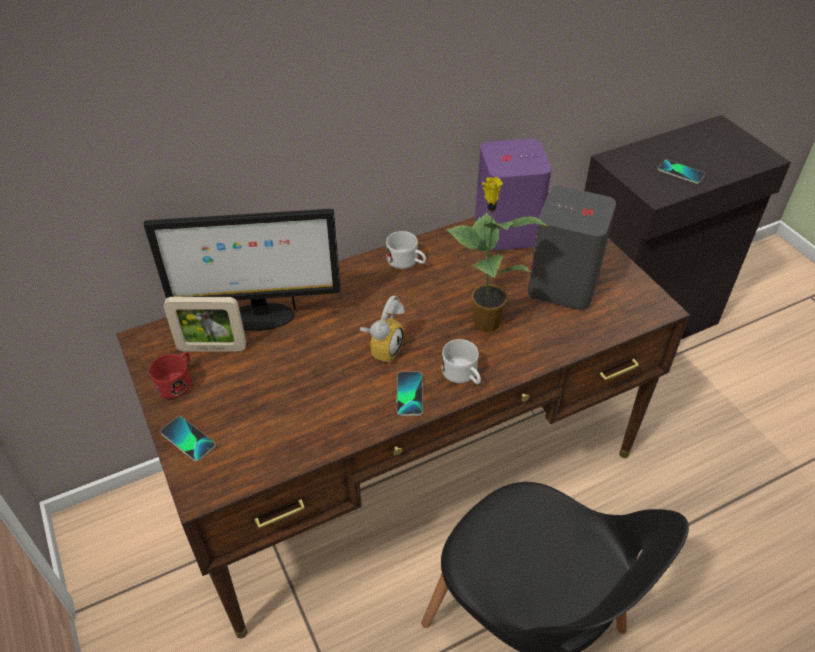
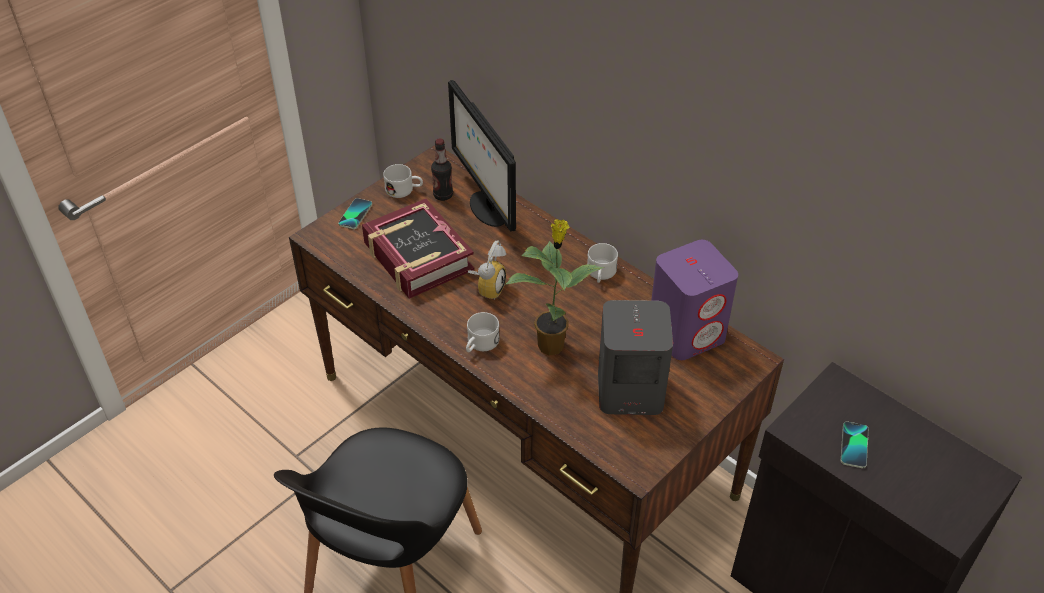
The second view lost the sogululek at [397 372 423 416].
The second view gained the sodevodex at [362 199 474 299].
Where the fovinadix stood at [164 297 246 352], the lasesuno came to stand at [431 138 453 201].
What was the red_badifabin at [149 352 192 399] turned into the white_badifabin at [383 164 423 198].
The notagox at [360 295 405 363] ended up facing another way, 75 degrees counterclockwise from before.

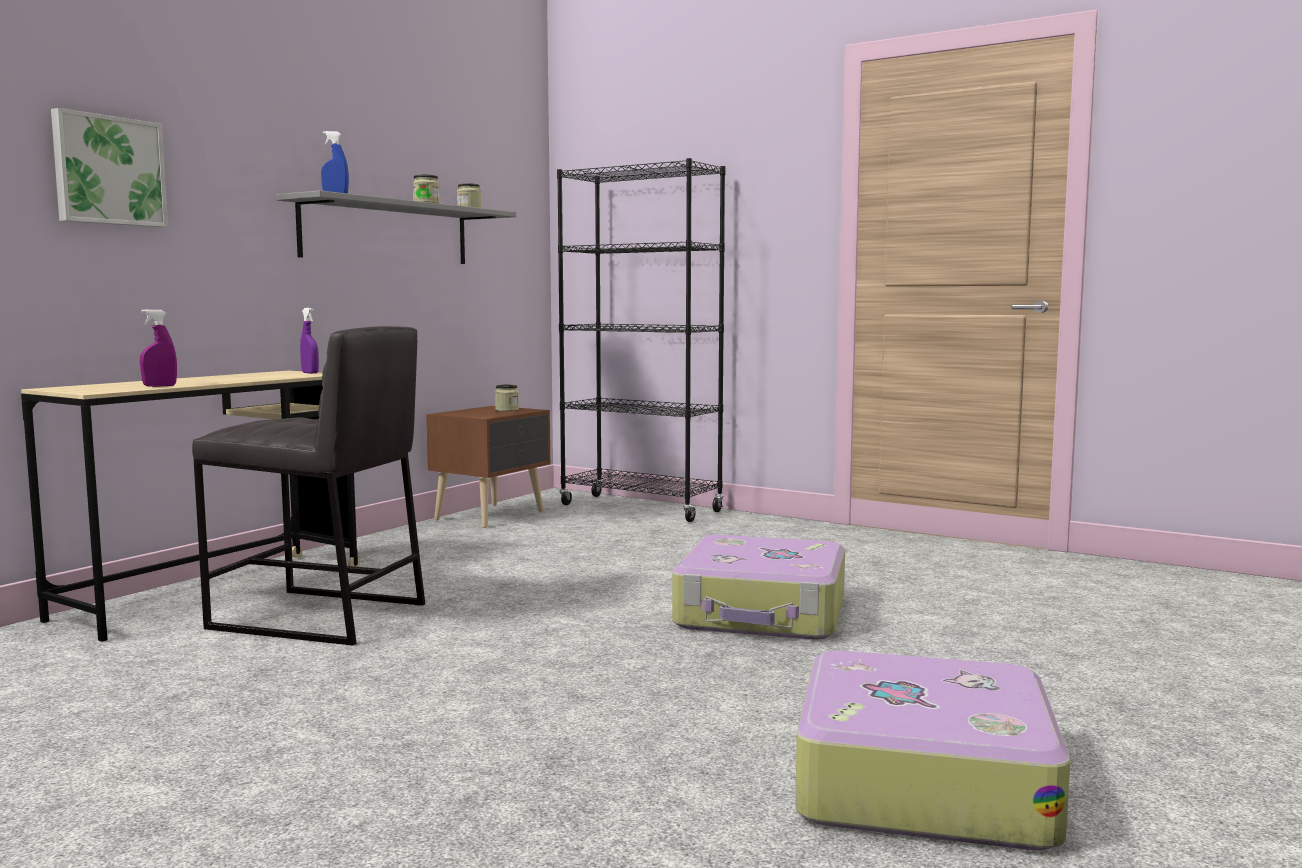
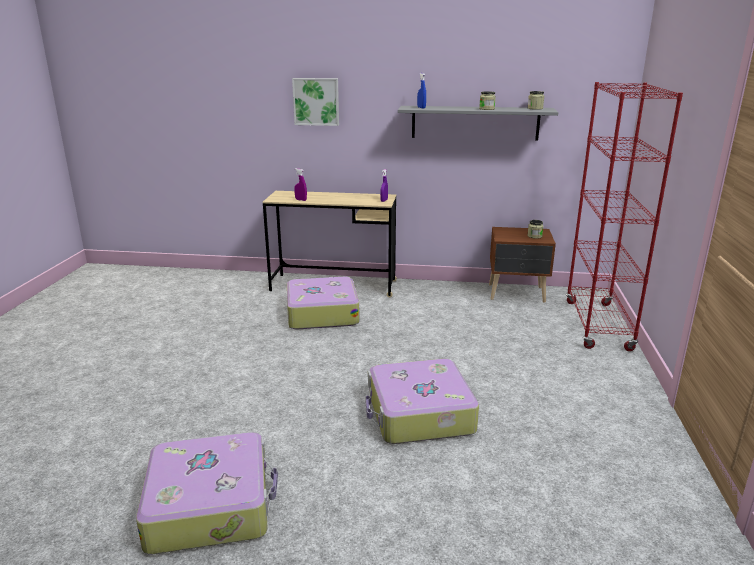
Where the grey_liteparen stood at [192 326 425 646], the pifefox came to stand at [287 277 360 329].
What was the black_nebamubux at [557 158 726 522] turned into the red_nebamubux at [566 82 683 351].

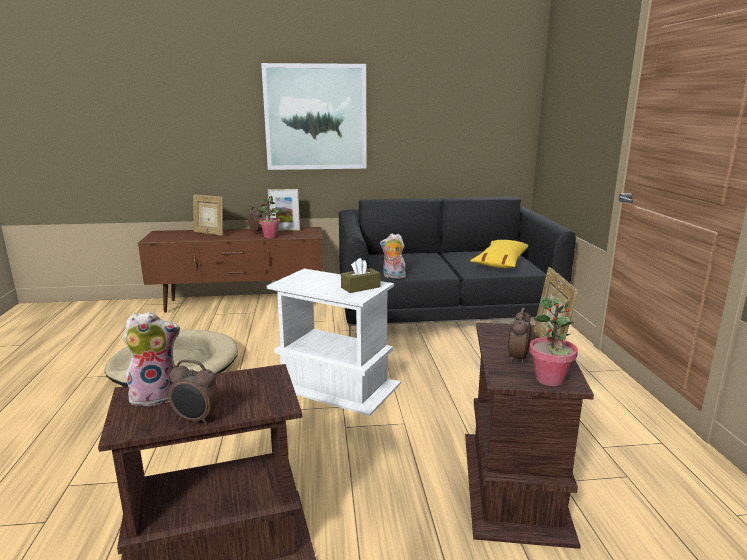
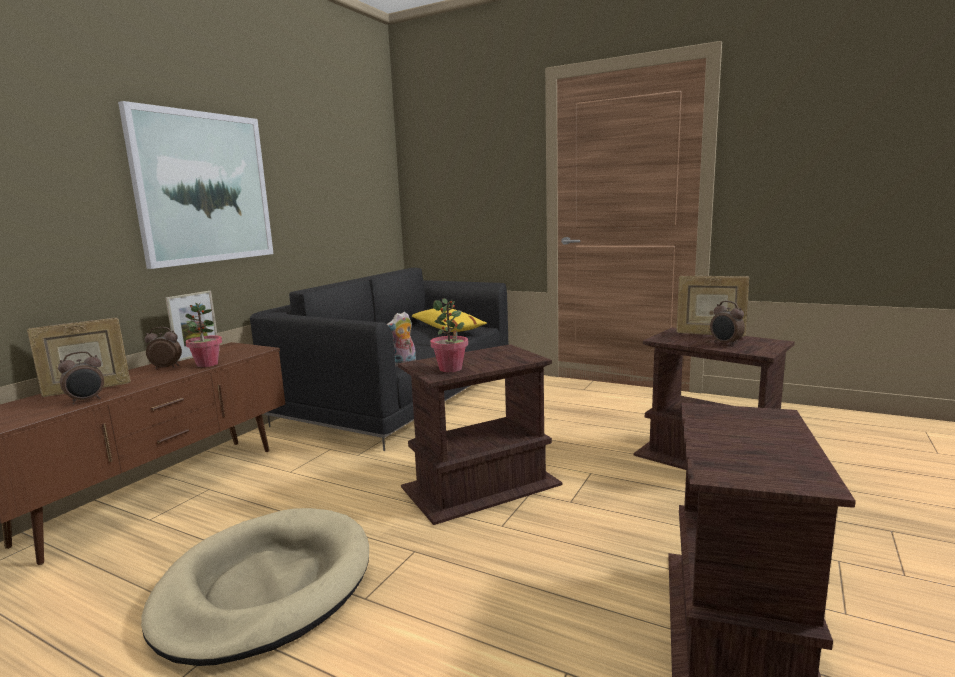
The second view lost the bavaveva at [123 311 180 406].
The second view lost the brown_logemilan at [341 258 380 293].
The notagox ended up elsewhere, having gone from [168 359 220 425] to [58 351 104 404].
The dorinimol ended up elsewhere, having gone from [529 297 578 386] to [430 298 468 372].
What was the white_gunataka at [267 269 401 416] turned into the brown_gunataka at [398 344 563 525].

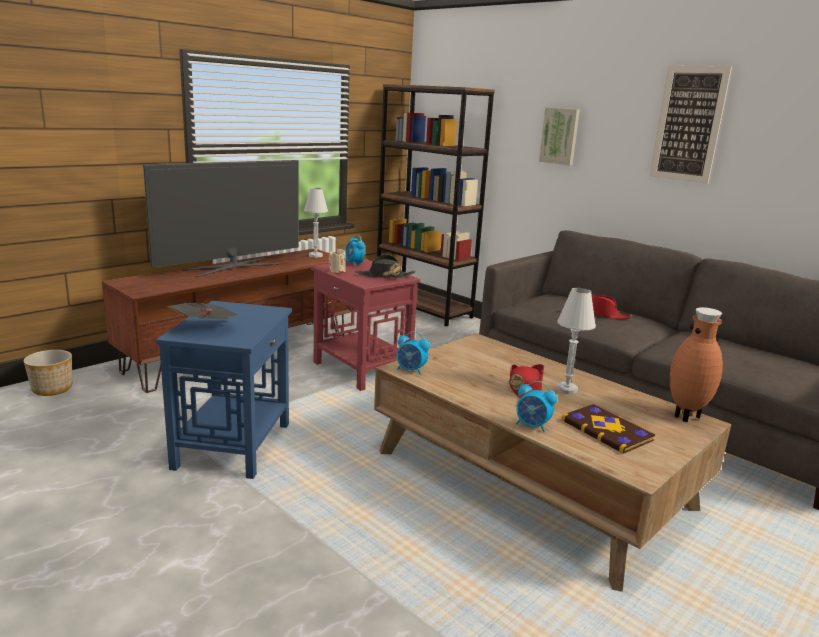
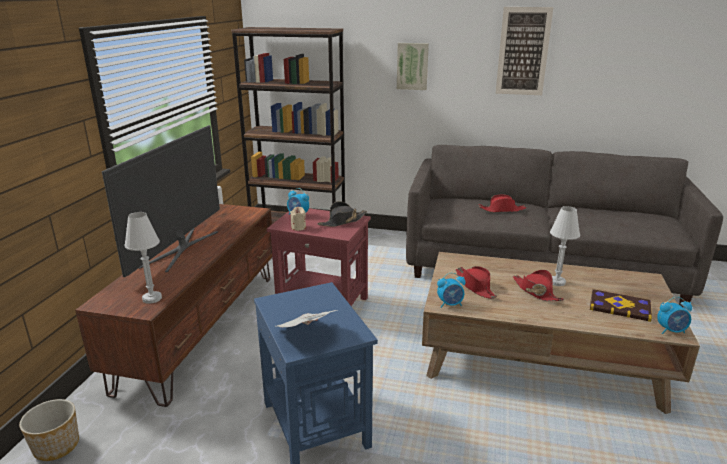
The second view lost the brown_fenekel at [670 307 723 422].
The second view gained the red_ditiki at [456 266 497 299].
The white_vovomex ended up elsewhere, having gone from [304 188 328 258] to [124 212 162 304].
The notagox ended up elsewhere, having gone from [516 381 557 432] to [657 297 692 334].

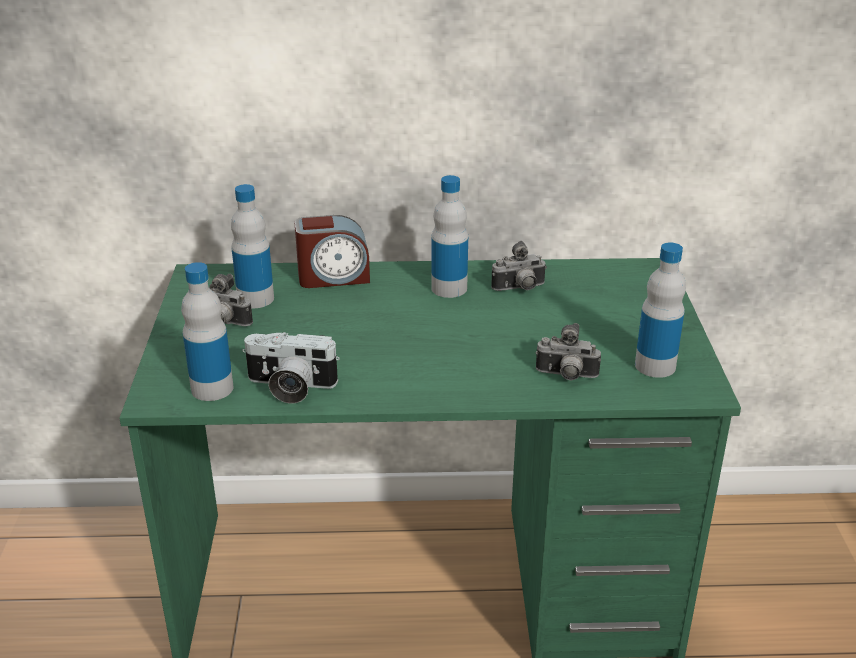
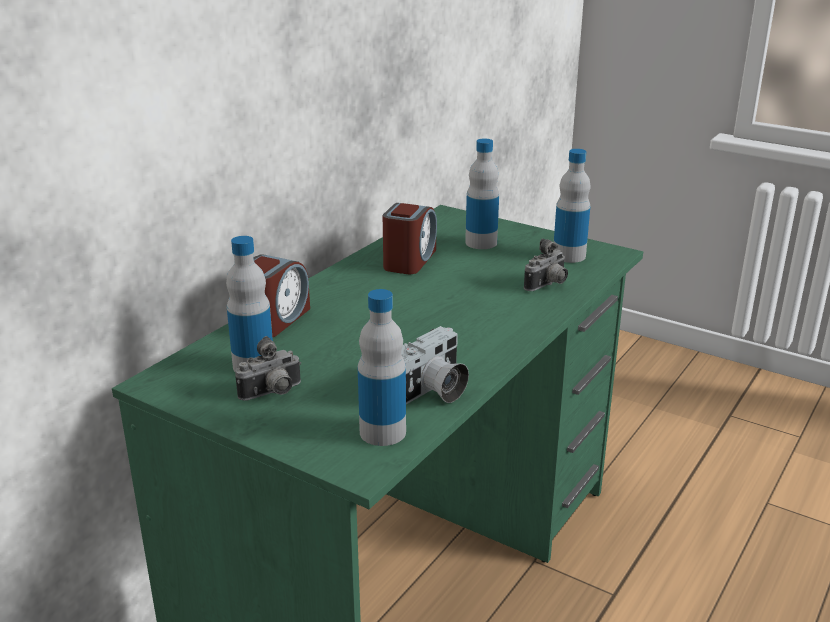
The lasesuno ended up elsewhere, having gone from [431 175 468 298] to [465 139 499 249].
Where the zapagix stood at [491 241 547 291], the notagox came to stand at [383 203 437 274].

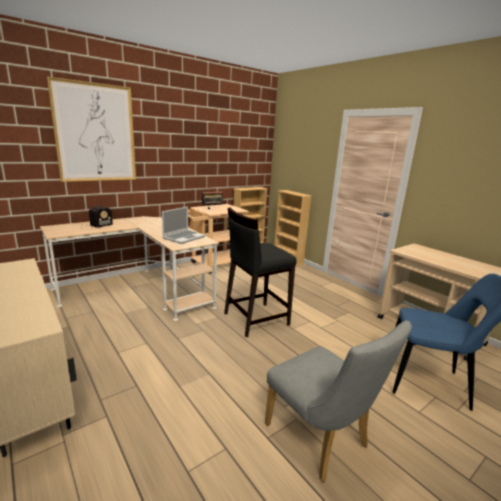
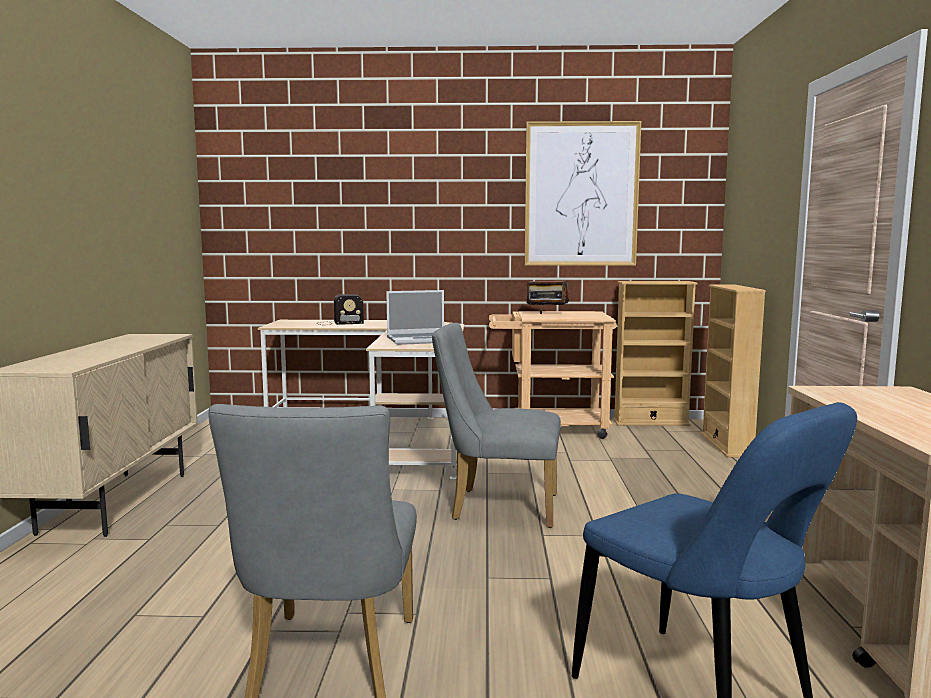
The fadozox ended up elsewhere, having gone from [47 77 136 182] to [525 121 641 266].
Where the black_liteparen stood at [224 207 297 337], the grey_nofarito came to stand at [432 323 561 528].

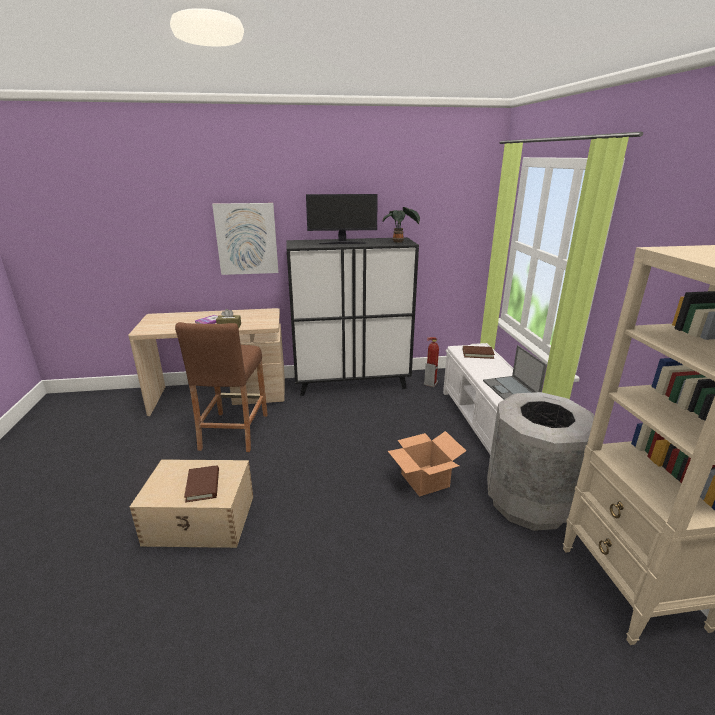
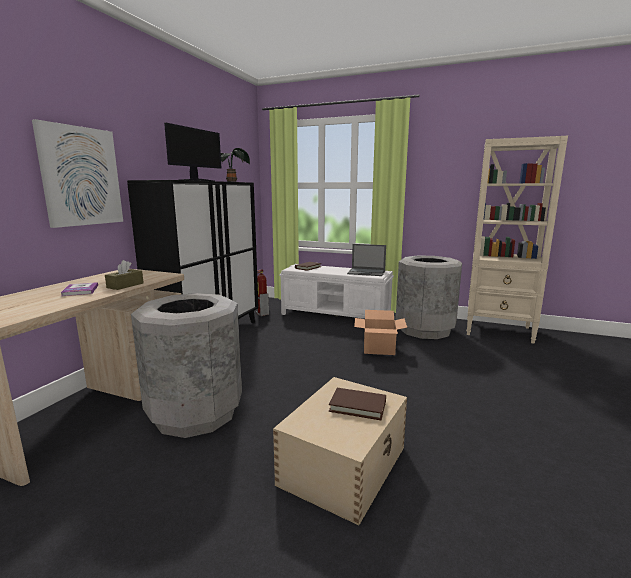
Where the brown_liteparen stood at [175 322 268 452], the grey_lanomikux came to stand at [131 293 242 438].

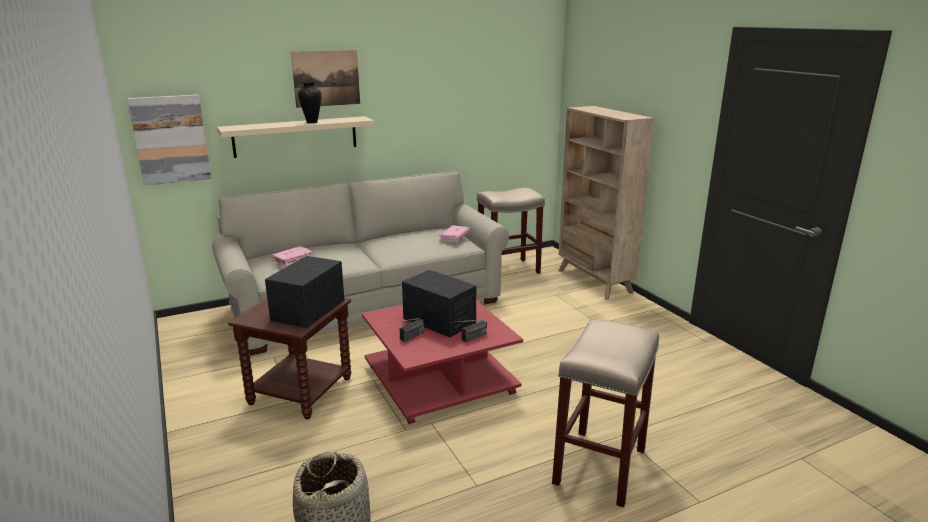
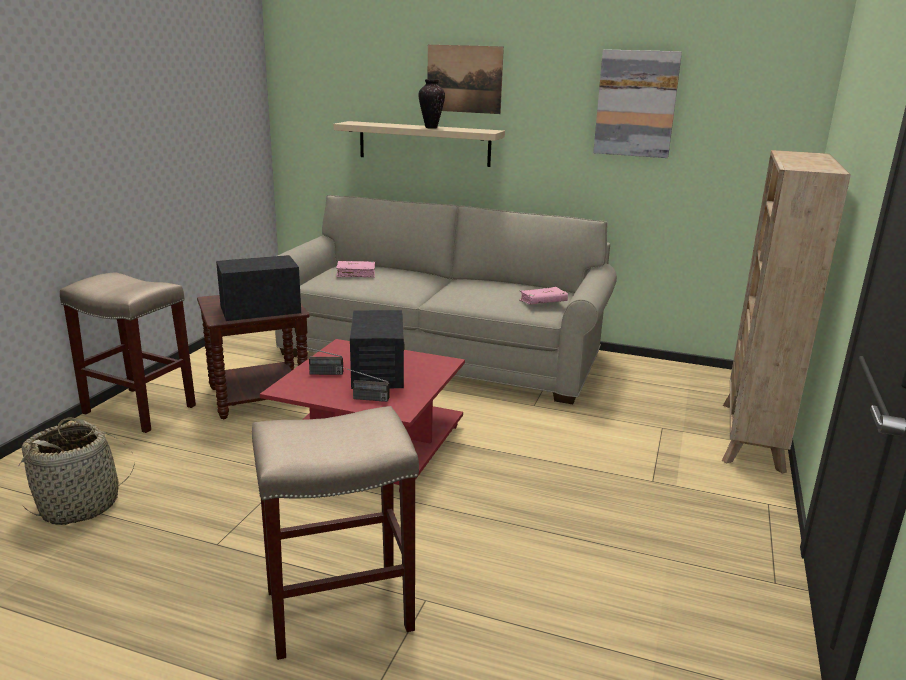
The fadozox ended up elsewhere, having gone from [127 95 211 186] to [593 49 682 158].
The beige_liteparen ended up elsewhere, having gone from [477 187 545 274] to [60 272 196 433].

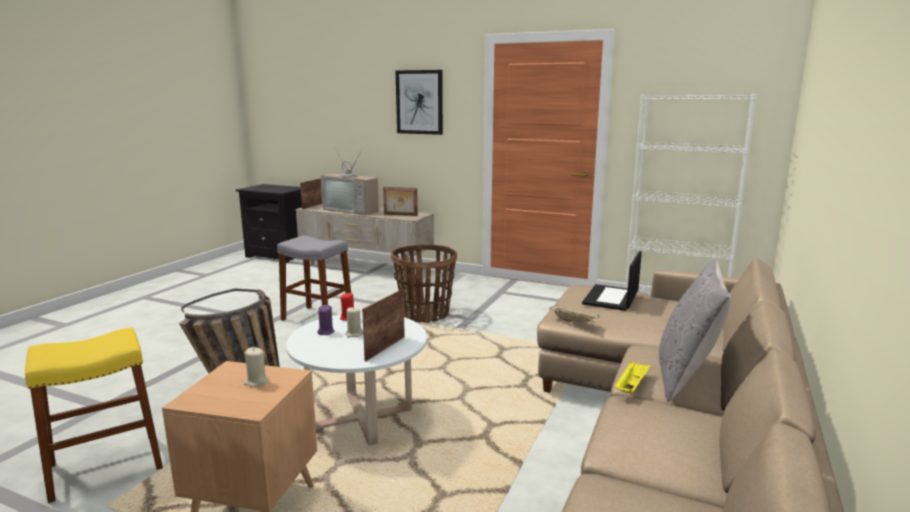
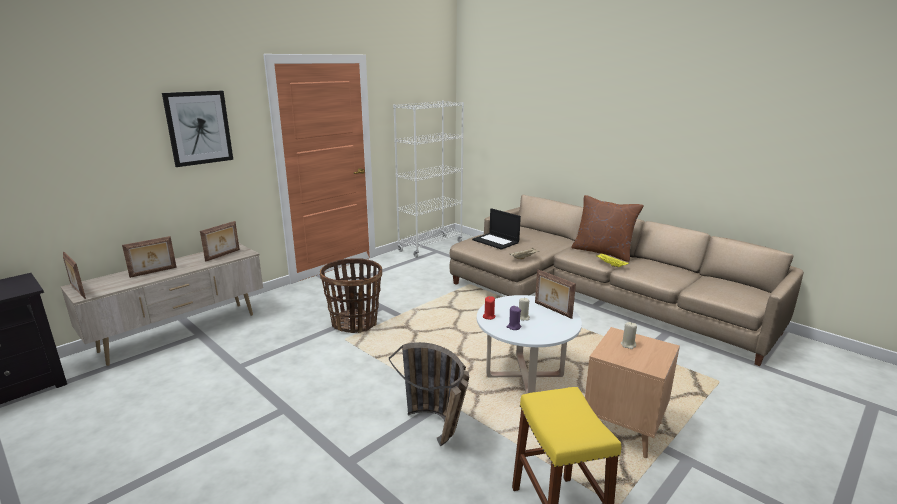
The second view lost the grey_liteparen at [277 236 351 321].
Where the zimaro stood at [321 147 379 215], the fovinadix came to stand at [122 236 177 278].
What was the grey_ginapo at [659 259 731 402] turned into the brown_ginapo at [571 195 644 262].

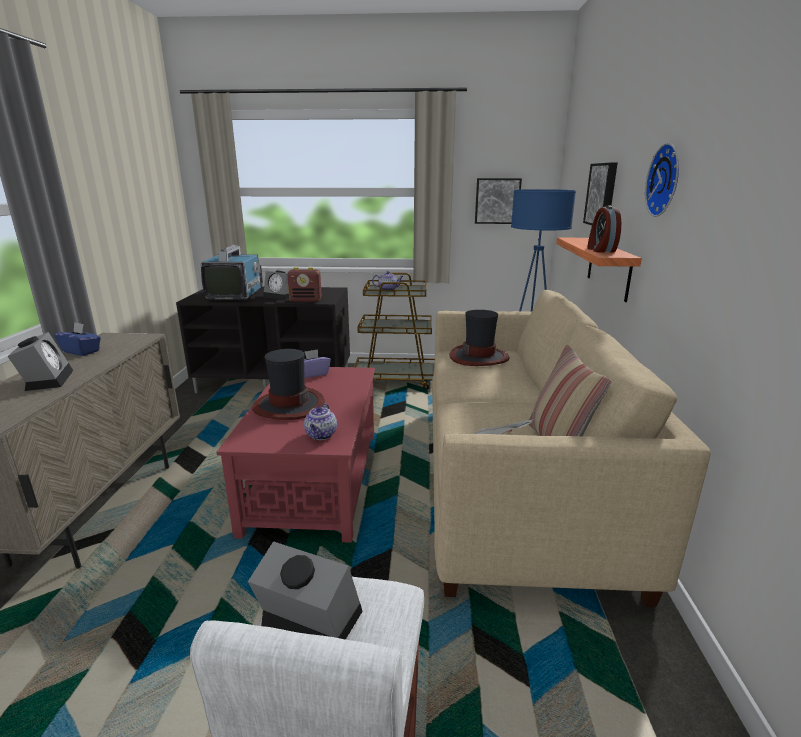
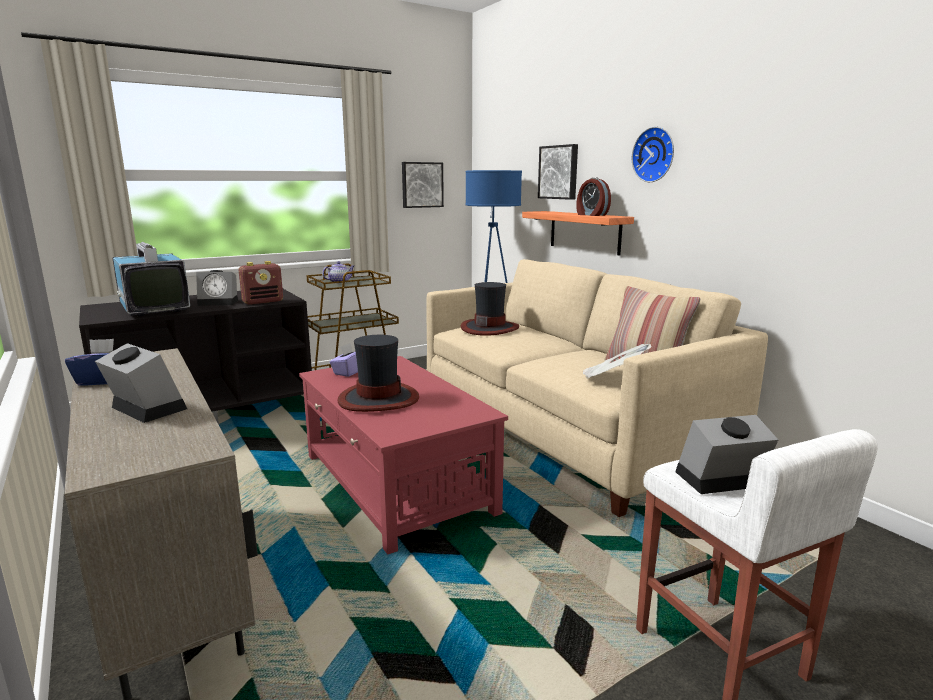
The second view lost the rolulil at [304 403 337 440].

